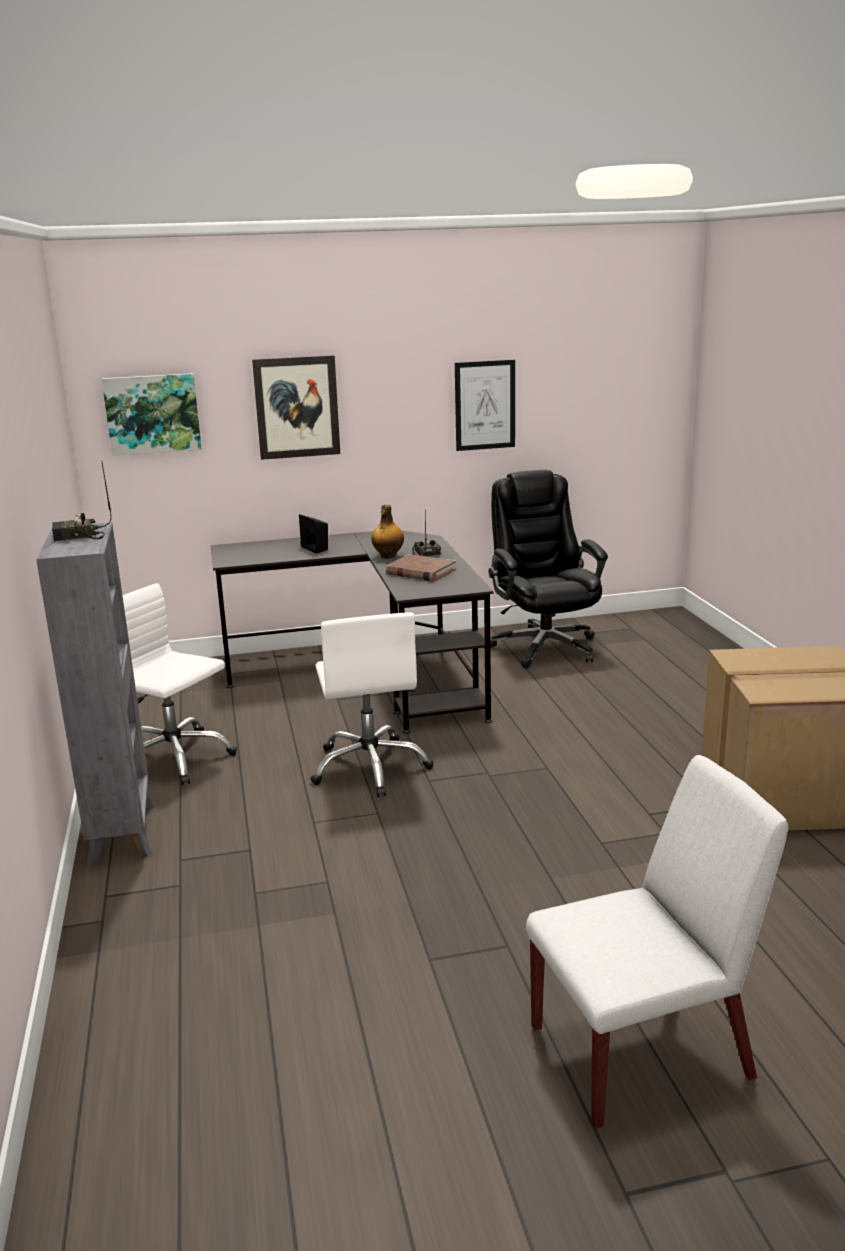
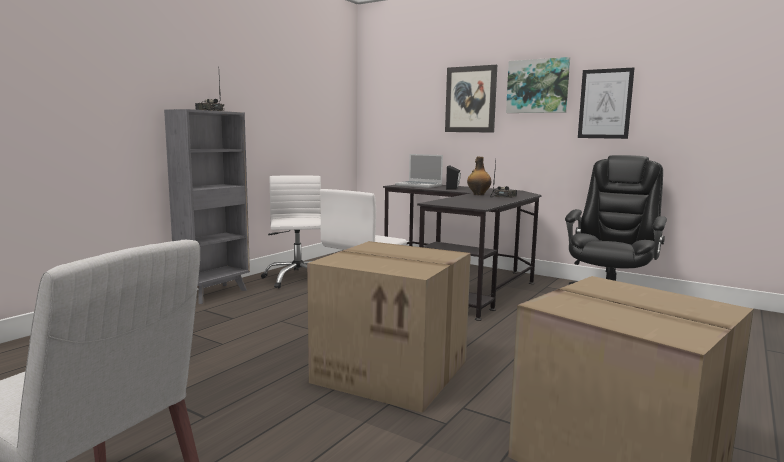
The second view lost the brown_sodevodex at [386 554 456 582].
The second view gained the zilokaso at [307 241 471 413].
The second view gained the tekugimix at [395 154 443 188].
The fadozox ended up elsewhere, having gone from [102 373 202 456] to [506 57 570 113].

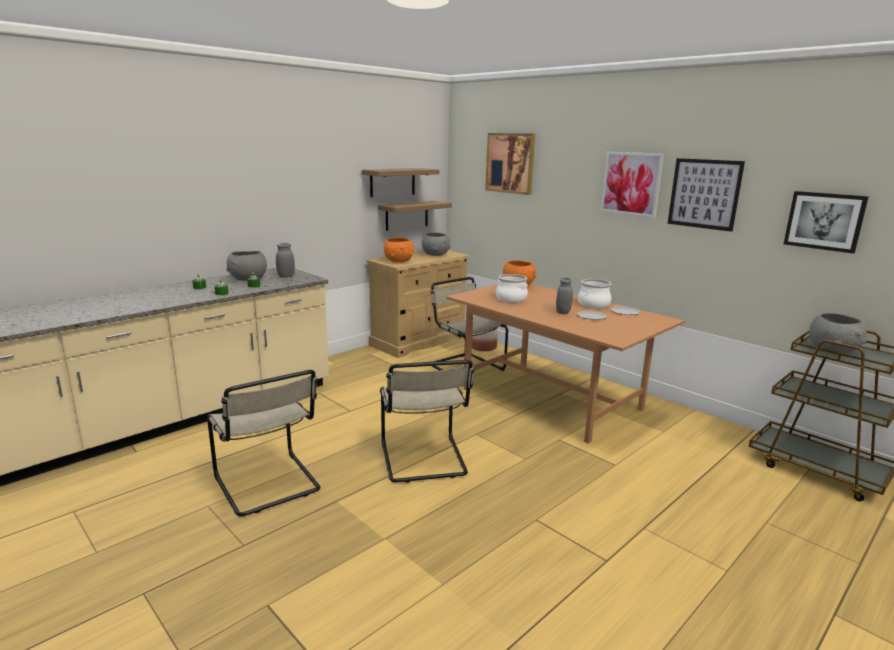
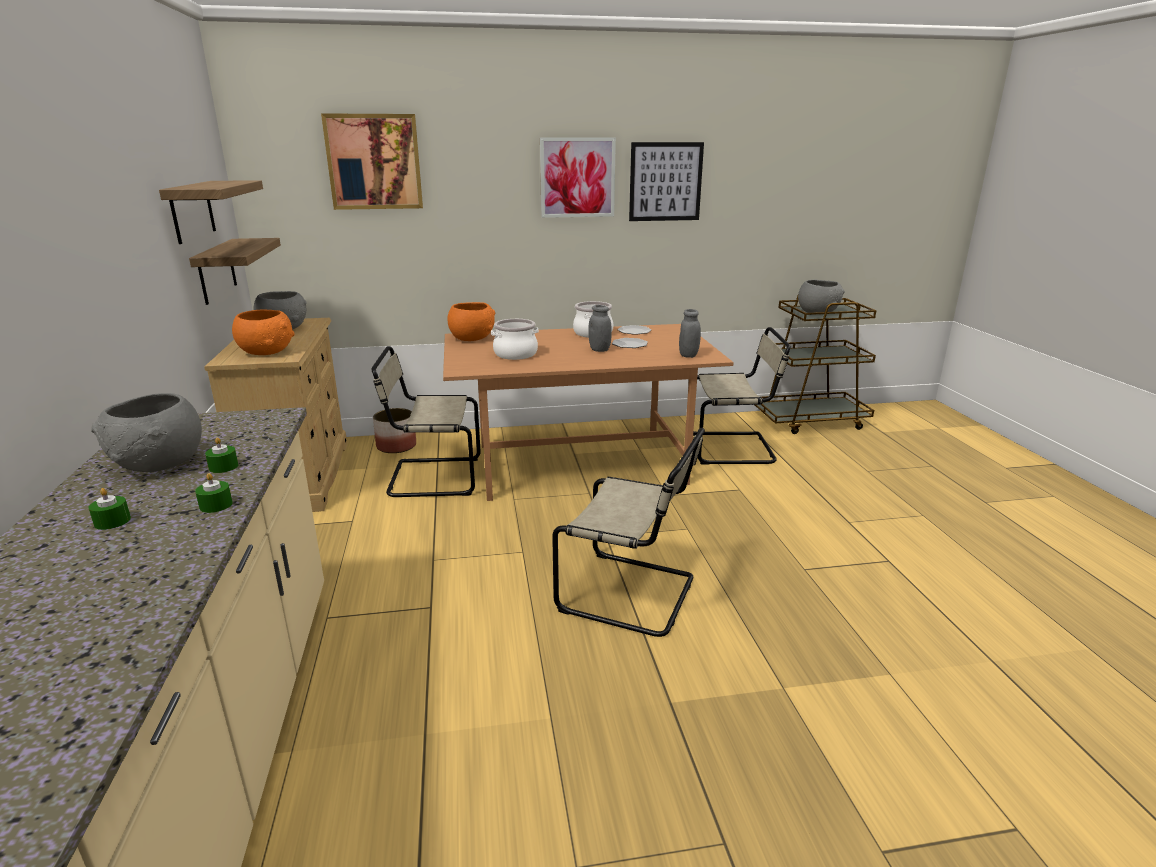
The second view lost the fadozox at [784 191 869 254].
The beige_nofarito ended up elsewhere, having gone from [207 370 321 516] to [693 327 791 465].
The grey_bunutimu ended up elsewhere, having gone from [276 243 295 277] to [679 309 701 358].

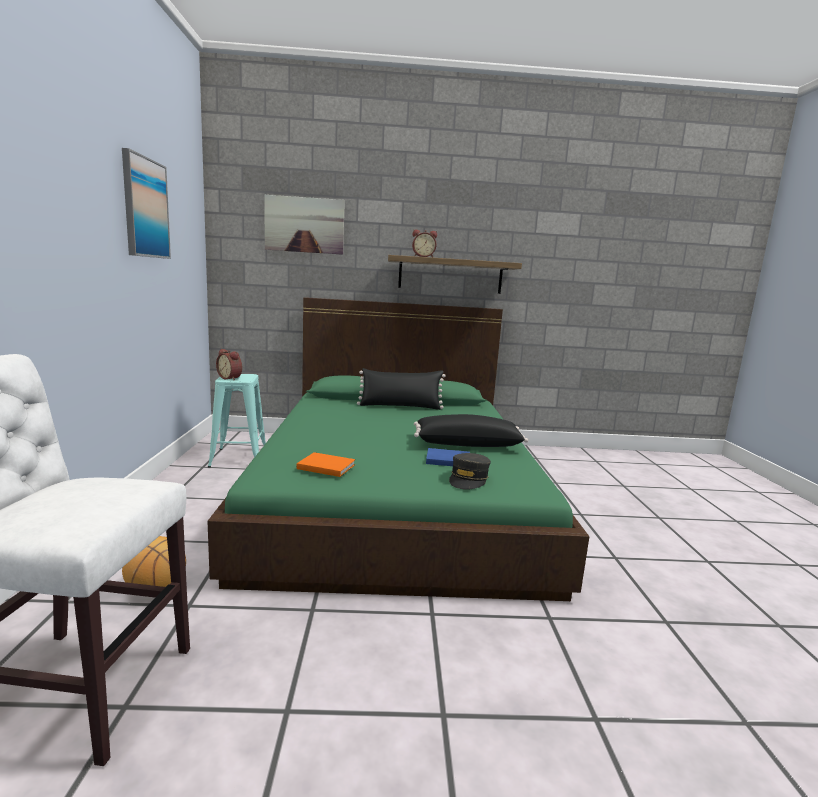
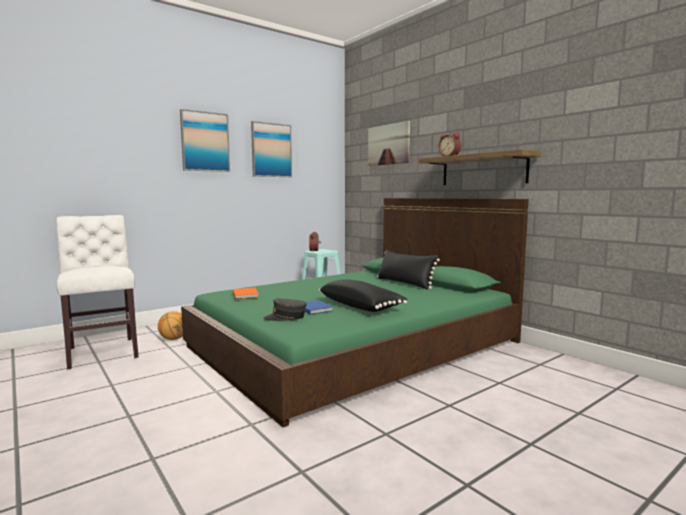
The second view gained the fadozox at [180 109 230 172].

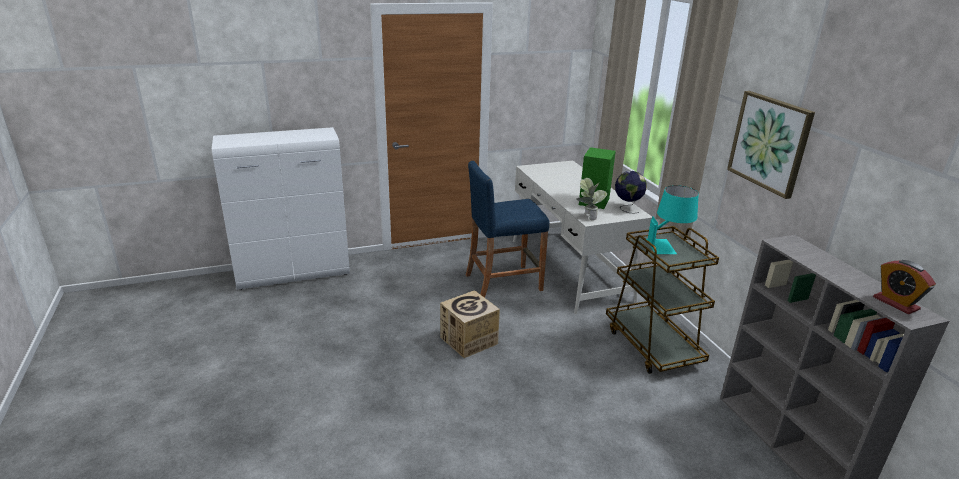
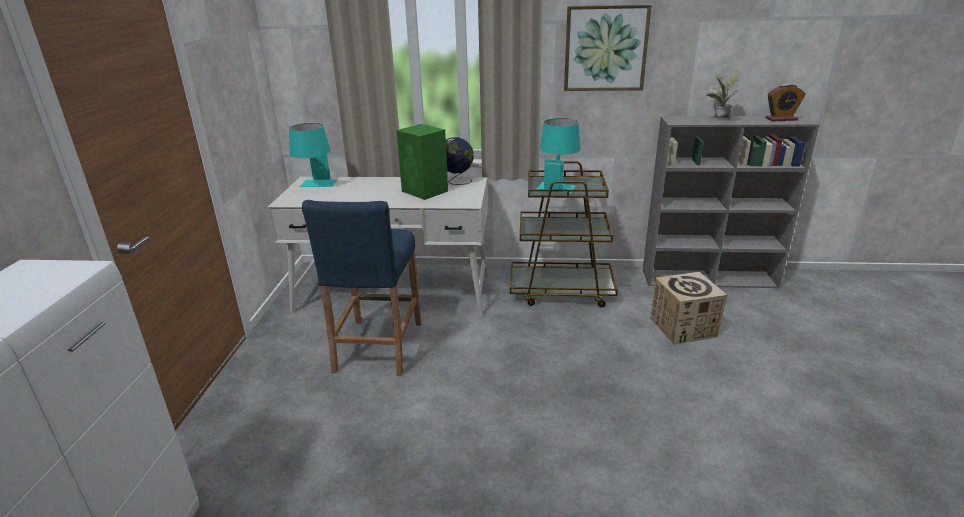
The second view gained the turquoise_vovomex at [289 123 337 187].
The zilokaso ended up elsewhere, having gone from [440 290 500 358] to [650 272 727 345].
The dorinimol ended up elsewhere, having gone from [576 178 607 220] to [705 70 742 120].

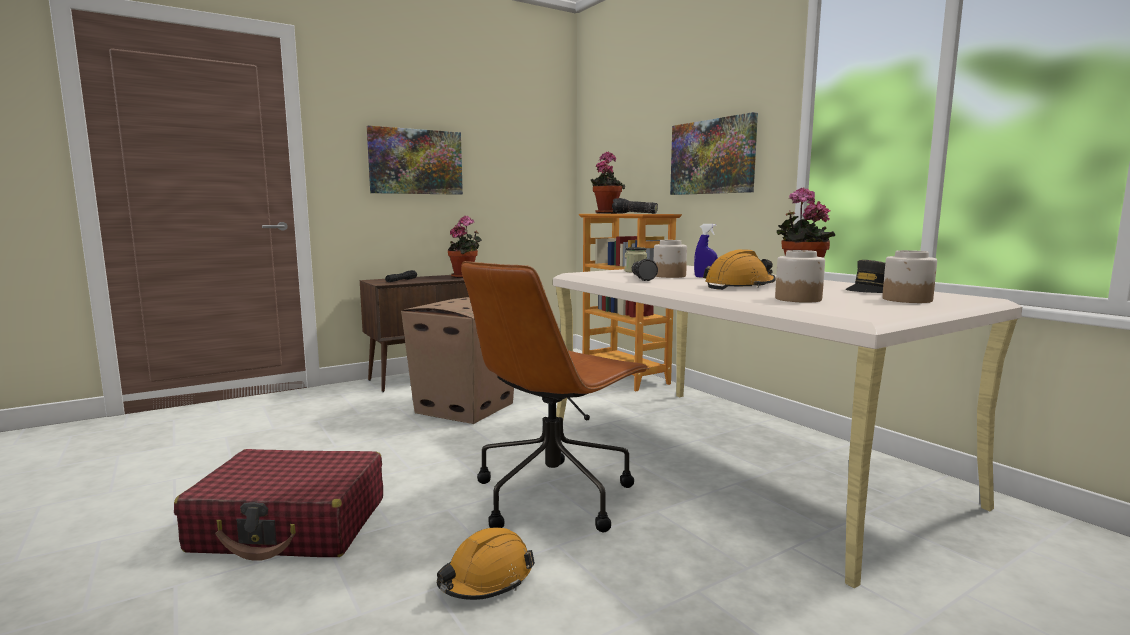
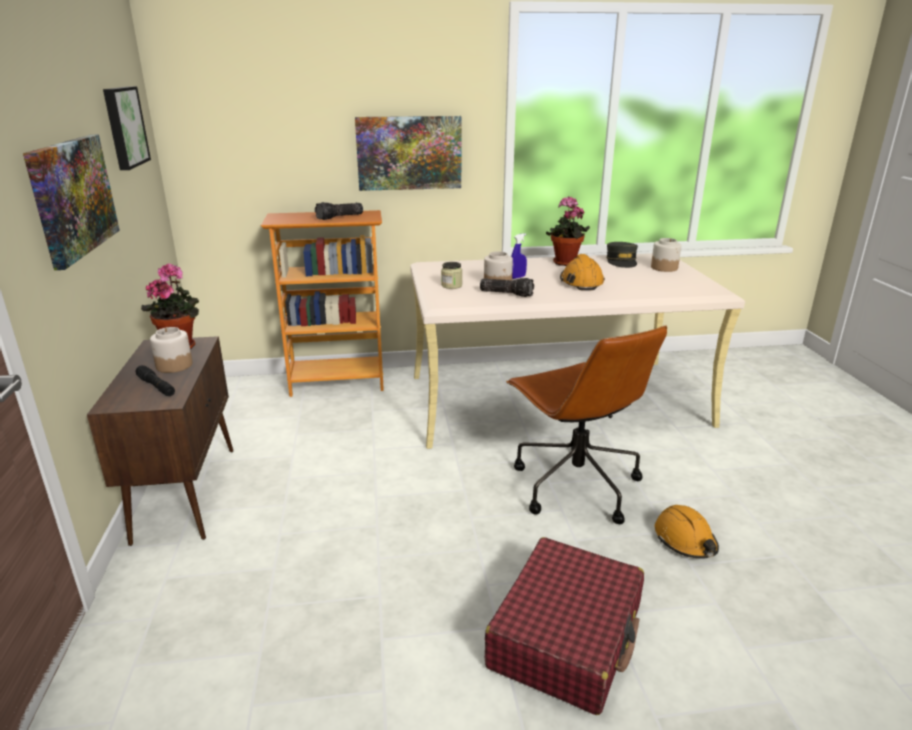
The second view lost the zilokaso at [401 297 514 424].
The second view lost the dorinimol at [591 151 625 214].
The second view gained the fadozox at [103 86 151 170].
The bunutimu ended up elsewhere, having gone from [775 250 825 303] to [150 327 193 373].

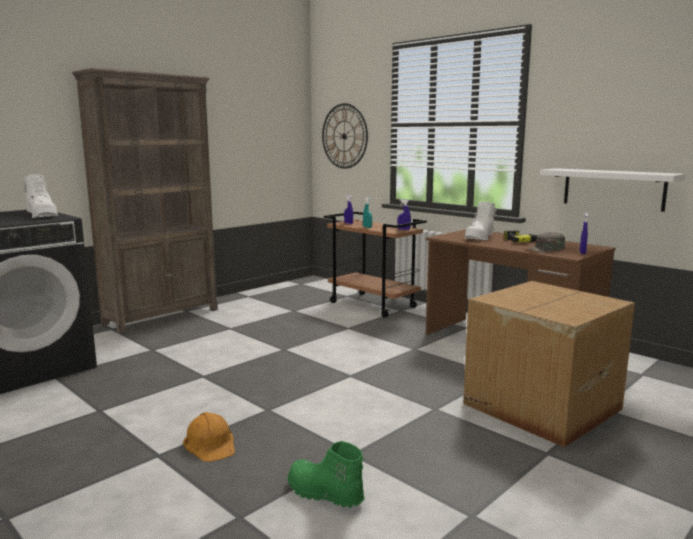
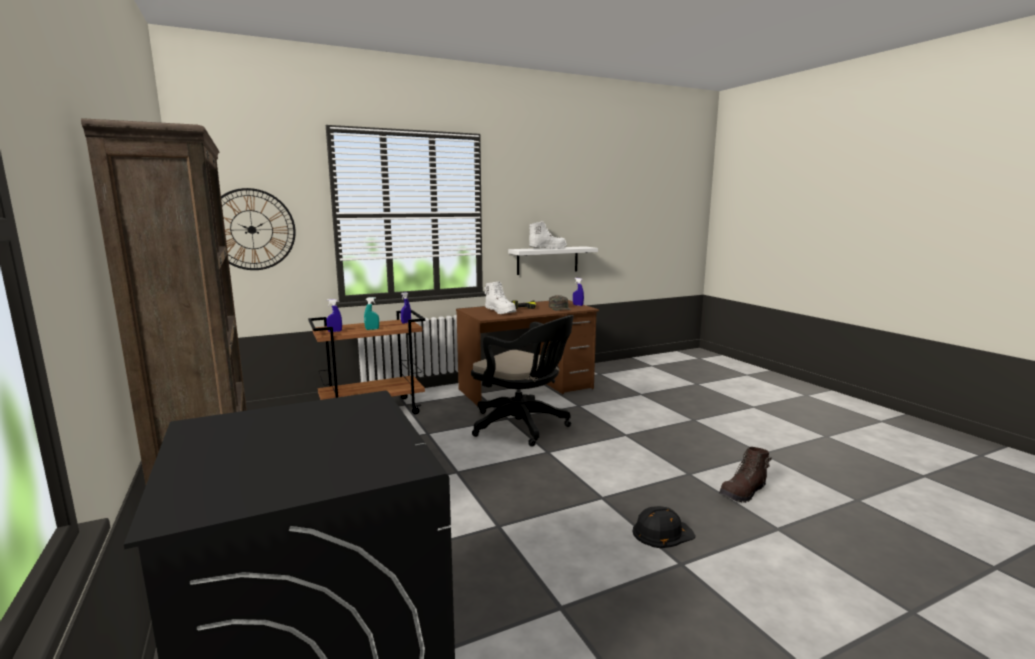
The second view lost the zilokaso at [463 281 635 447].
The second view gained the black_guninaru at [471 315 574 446].
The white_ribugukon ended up elsewhere, having gone from [23 174 58 218] to [529 221 567 249].
What was the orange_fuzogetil at [183 412 235 462] turned into the black_fuzogetil at [633 506 696 548].
What was the green_ribugukon at [287 441 365 508] turned into the brown_ribugukon at [719 447 772 503].

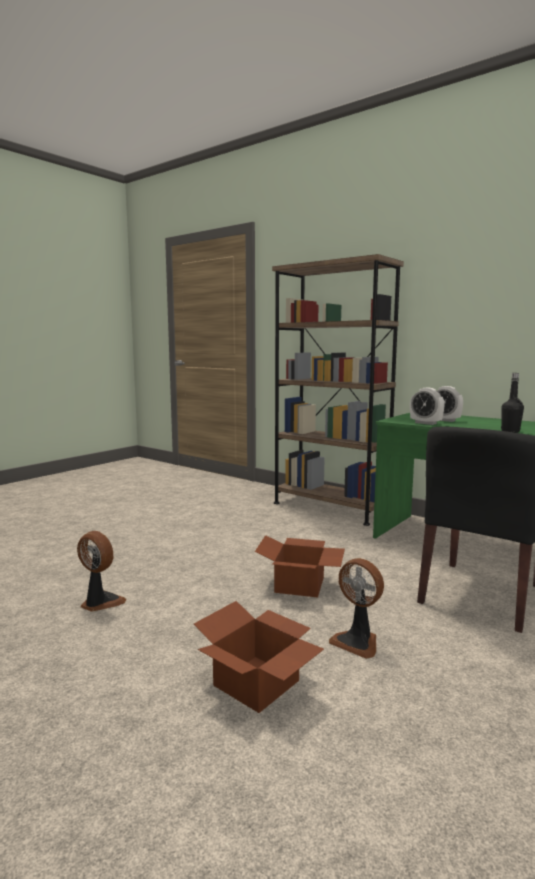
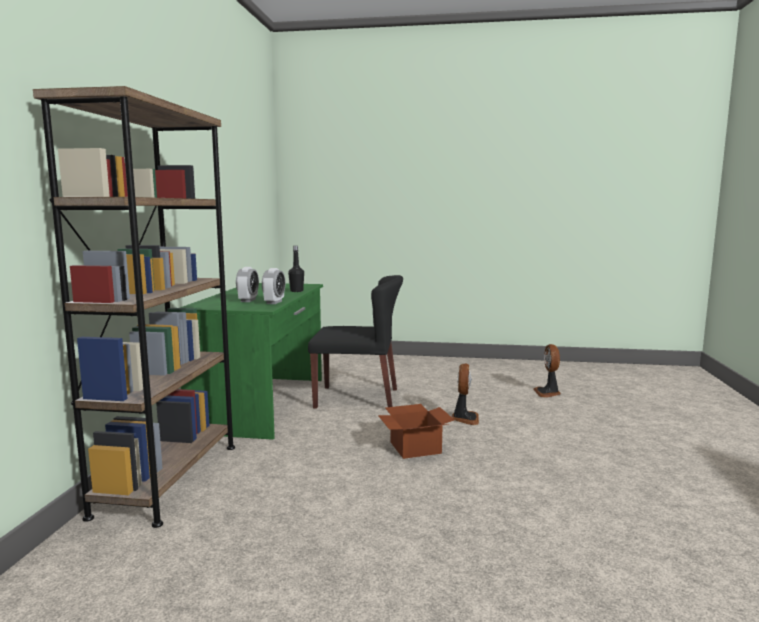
The second view lost the zilokaso at [194 601 324 713].
The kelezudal ended up elsewhere, having gone from [77 531 127 612] to [533 344 561 397].

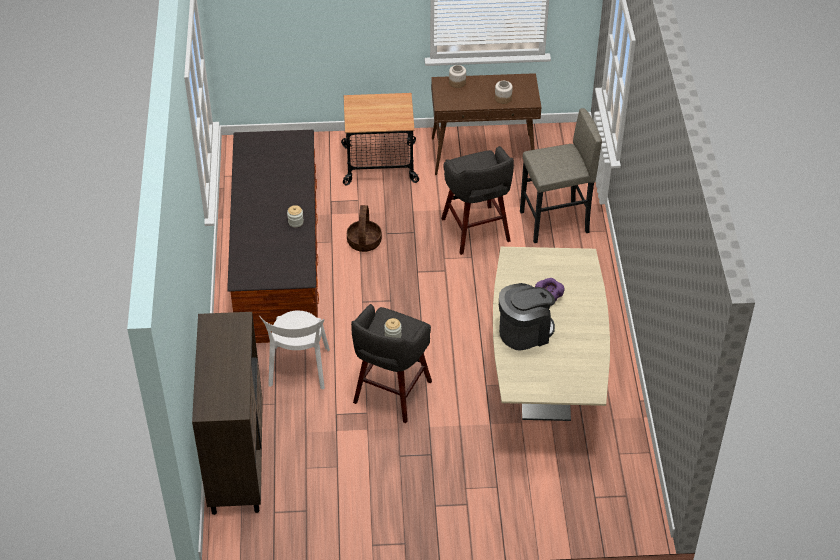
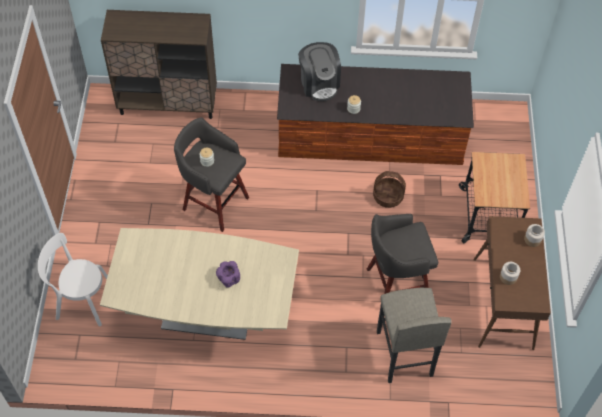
The white_nofarito ended up elsewhere, having gone from [259 311 330 389] to [38 233 108 327].
The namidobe ended up elsewhere, having gone from [499 283 555 351] to [298 42 341 101].

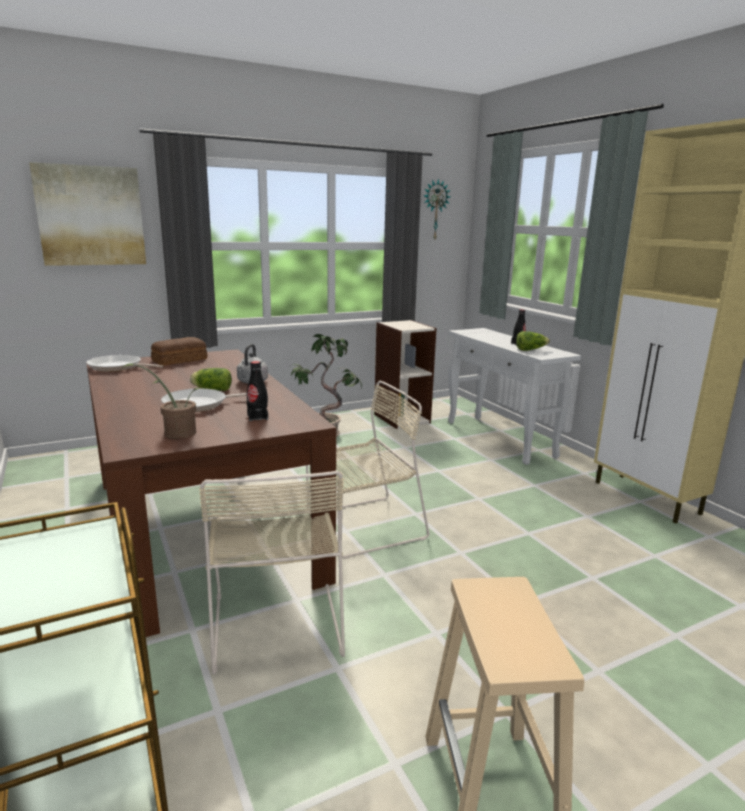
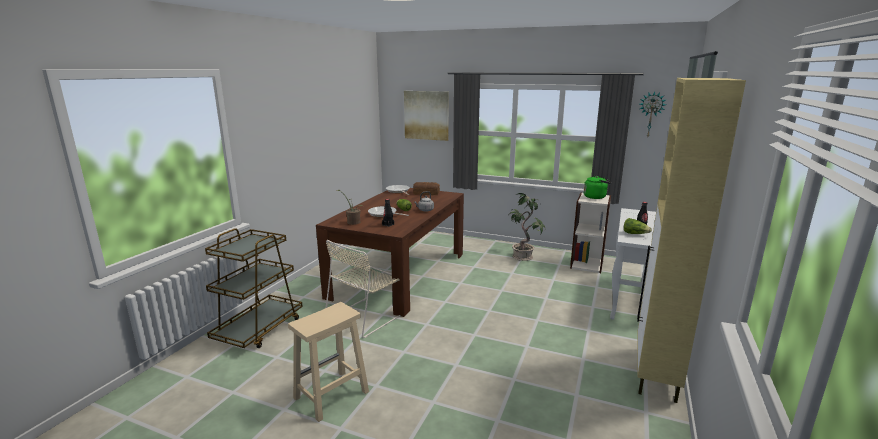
The second view lost the beige_nofarito at [306 381 430 559].
The second view gained the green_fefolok at [584 175 612 199].

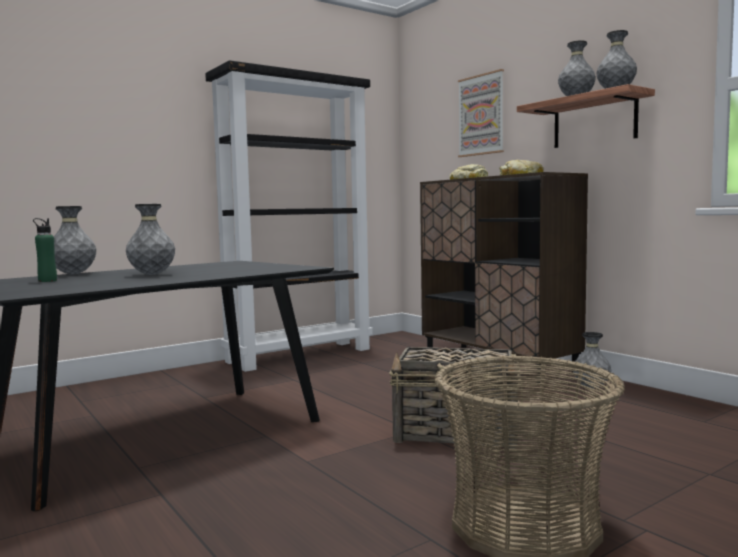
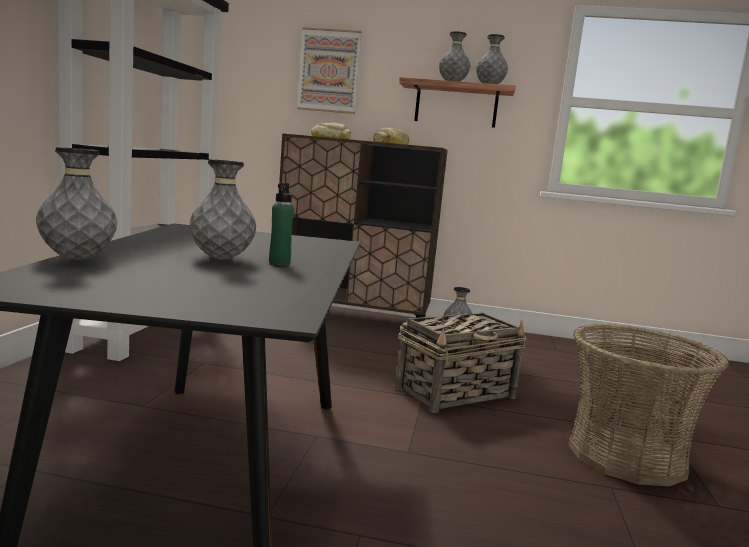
The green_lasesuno ended up elsewhere, having gone from [33 218 57 282] to [269 183 294 265].

